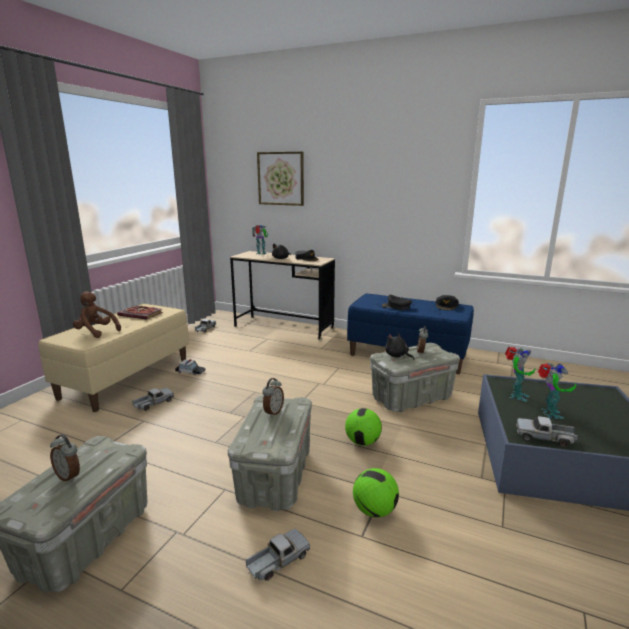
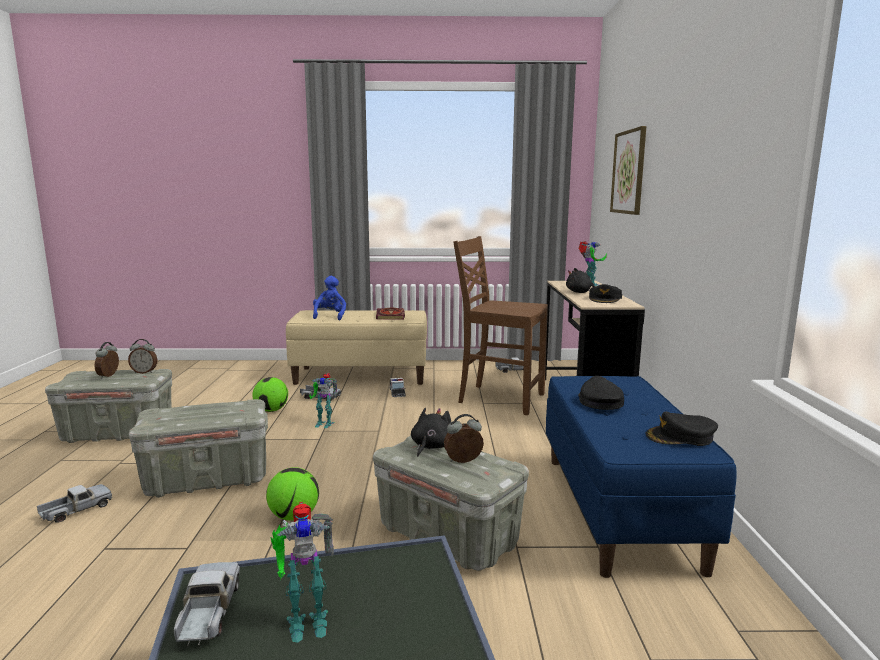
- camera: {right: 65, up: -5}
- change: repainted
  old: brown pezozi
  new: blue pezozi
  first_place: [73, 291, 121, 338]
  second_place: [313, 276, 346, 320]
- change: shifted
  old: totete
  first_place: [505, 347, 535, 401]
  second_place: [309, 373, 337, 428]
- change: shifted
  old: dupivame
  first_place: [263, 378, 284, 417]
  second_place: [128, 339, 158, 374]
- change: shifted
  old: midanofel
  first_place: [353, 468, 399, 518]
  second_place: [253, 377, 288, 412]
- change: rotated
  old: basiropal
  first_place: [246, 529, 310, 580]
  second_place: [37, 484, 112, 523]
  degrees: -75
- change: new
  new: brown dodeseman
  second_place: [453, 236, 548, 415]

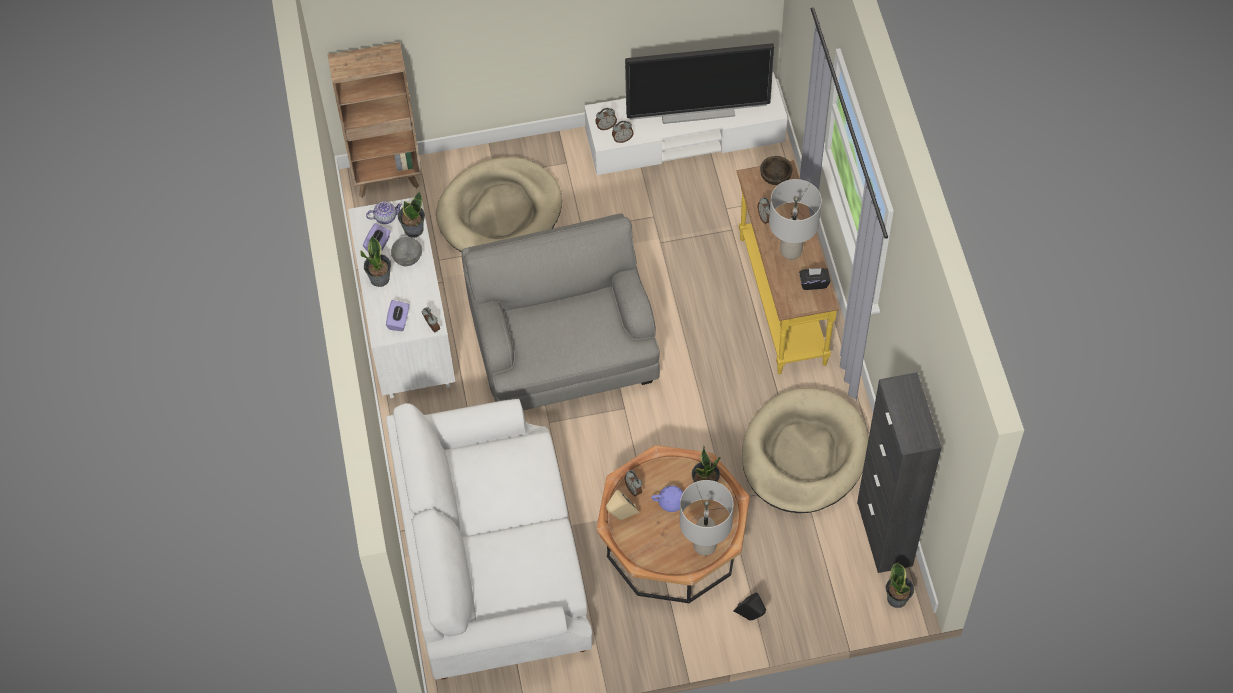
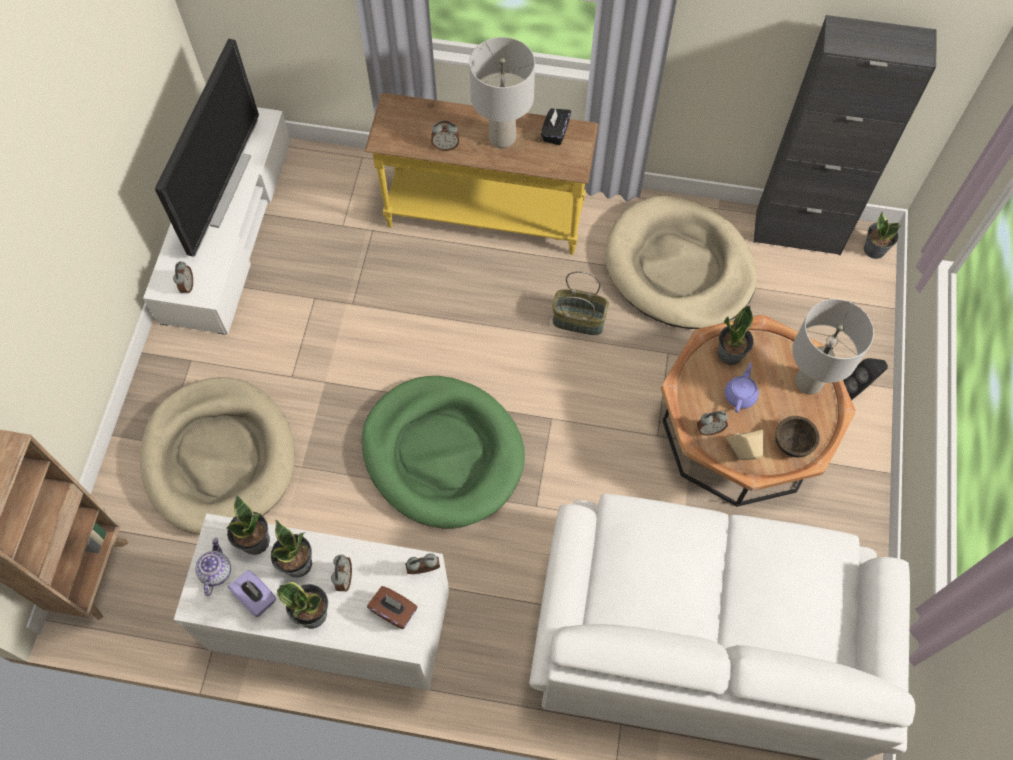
- camera: {right: -70, up: 5}
- change: shifted
  old: dupivame
  first_place: [612, 121, 634, 143]
  second_place: [331, 555, 352, 592]
- change: shifted
  old: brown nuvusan
  first_place: [760, 156, 793, 185]
  second_place: [775, 416, 819, 458]
- change: swapped
  old: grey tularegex
  new: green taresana
  first_place: [462, 213, 660, 410]
  second_place: [362, 376, 525, 528]
- change: swapped
  old: grey nuvusan
  new: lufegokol
  first_place: [391, 237, 422, 266]
  second_place: [271, 520, 312, 578]
- change: repainted
  old: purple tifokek
  new: brown tifokek
  first_place: [386, 300, 409, 331]
  second_place: [367, 586, 417, 629]
- change: new
  new: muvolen
  second_place: [552, 271, 609, 335]

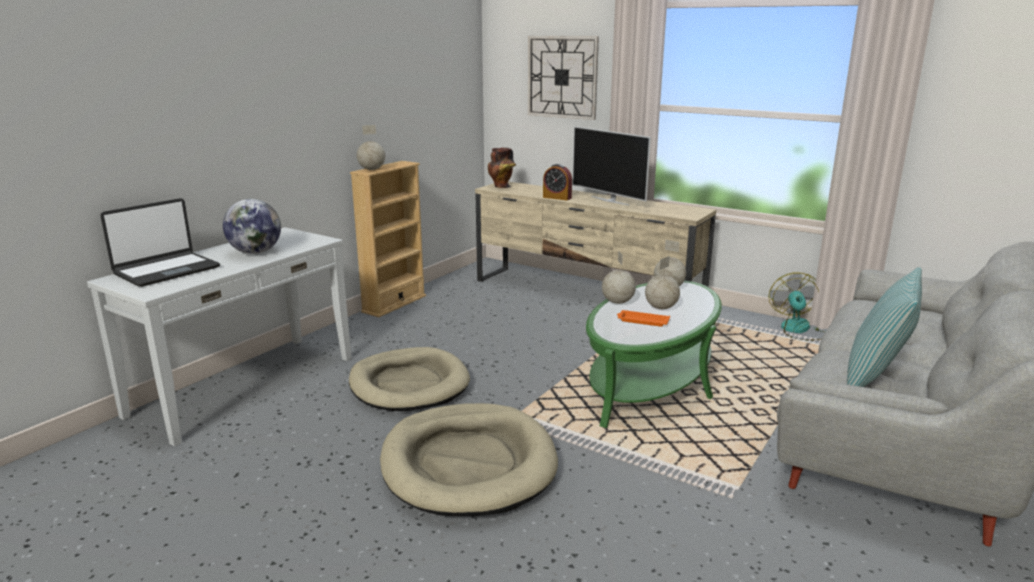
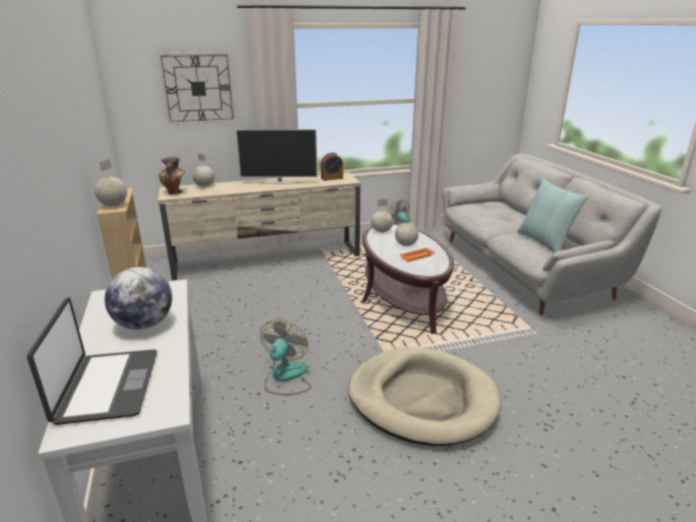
- camera: {right: -50, up: 5}
- change: shifted
  old: dupivame
  first_place: [543, 164, 572, 200]
  second_place: [321, 152, 343, 181]
- change: shifted
  old: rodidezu
  first_place: [602, 251, 636, 304]
  second_place: [193, 153, 215, 187]
- change: repainted
  old: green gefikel
  new: brown gefikel
  first_place: [586, 281, 722, 428]
  second_place: [362, 223, 454, 334]
- change: swapped
  old: beige taresana
  new: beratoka
  first_place: [349, 347, 470, 411]
  second_place: [260, 319, 311, 395]

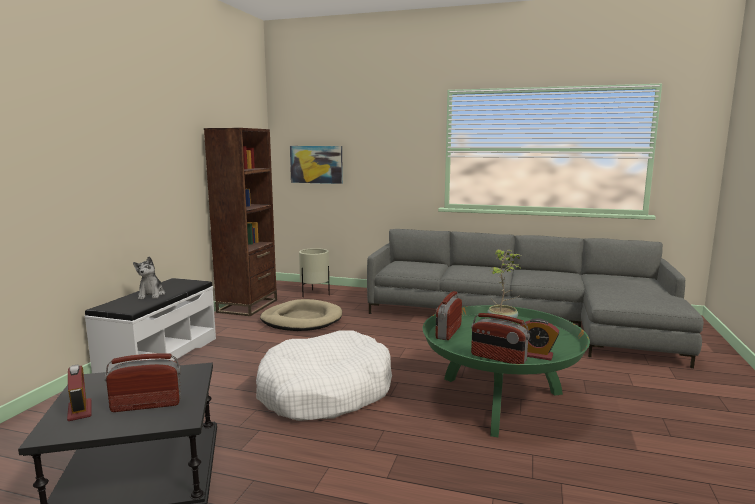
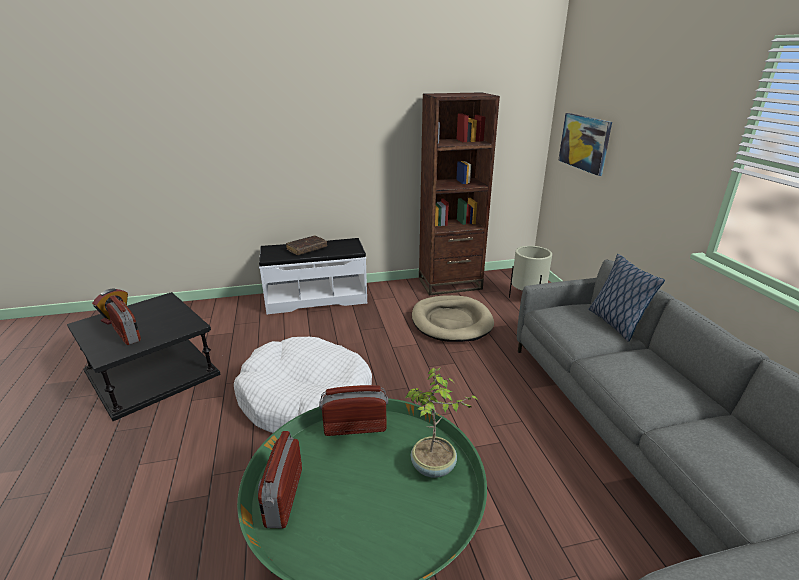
- camera: {right: 60, up: 15}
- change: swapped
  old: pezozi
  new: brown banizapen
  first_place: [133, 256, 165, 299]
  second_place: [286, 236, 327, 255]
- change: gone
  old: dupivame
  first_place: [521, 319, 559, 361]
- change: new
  new: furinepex
  second_place: [588, 254, 665, 342]

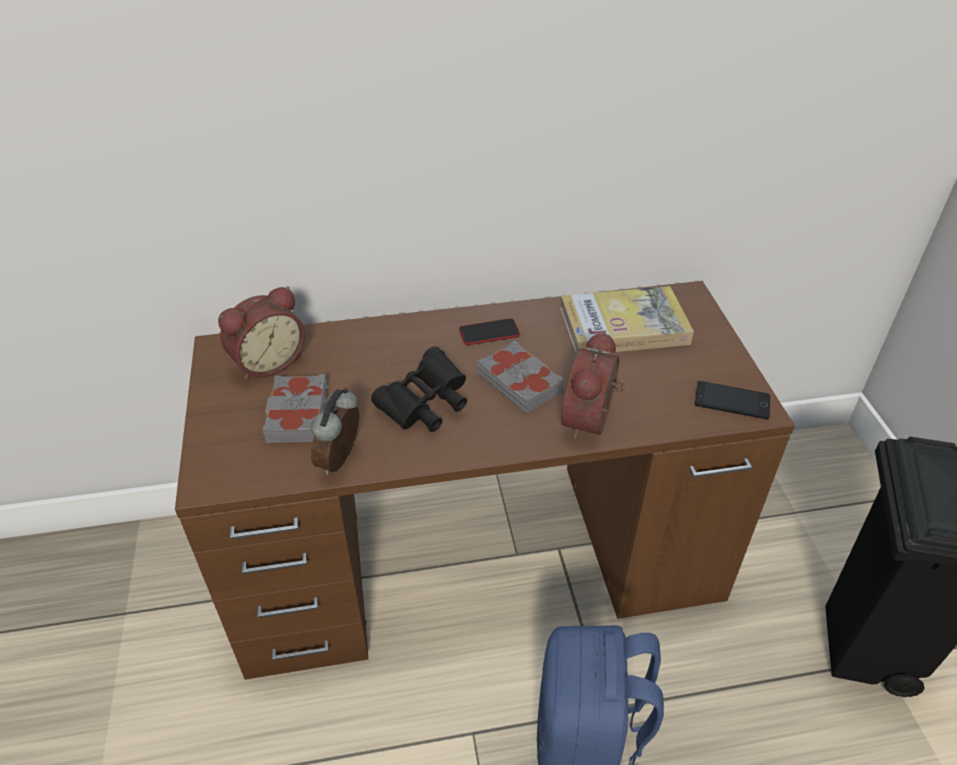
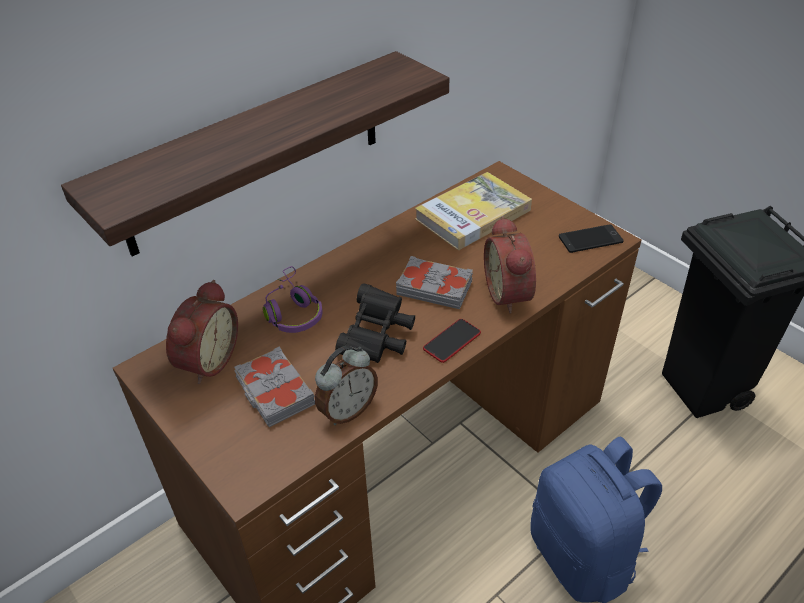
- camera: {right: -30, up: 0}
- change: shifted
  old: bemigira
  first_place: [459, 318, 520, 345]
  second_place: [423, 319, 481, 363]
- change: rotated
  old: dupivame
  first_place: [311, 388, 359, 475]
  second_place: [315, 346, 378, 425]
  degrees: -120
- change: new
  new: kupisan
  second_place: [61, 51, 449, 256]
- change: new
  new: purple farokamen
  second_place: [263, 266, 323, 333]

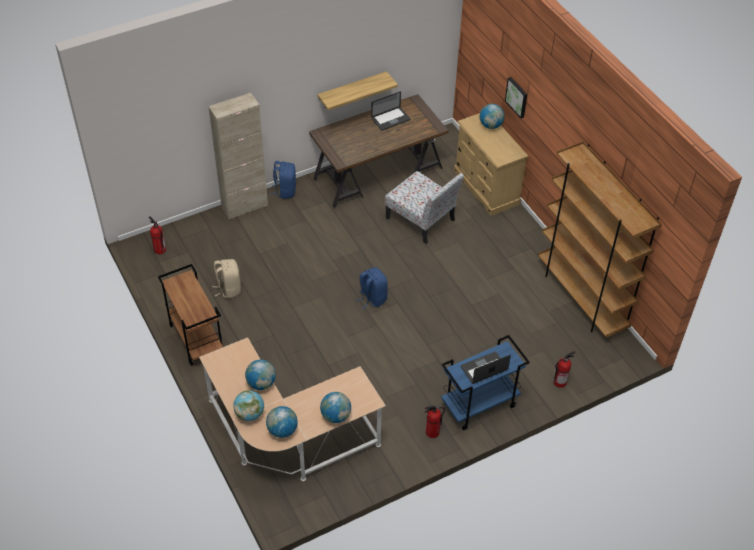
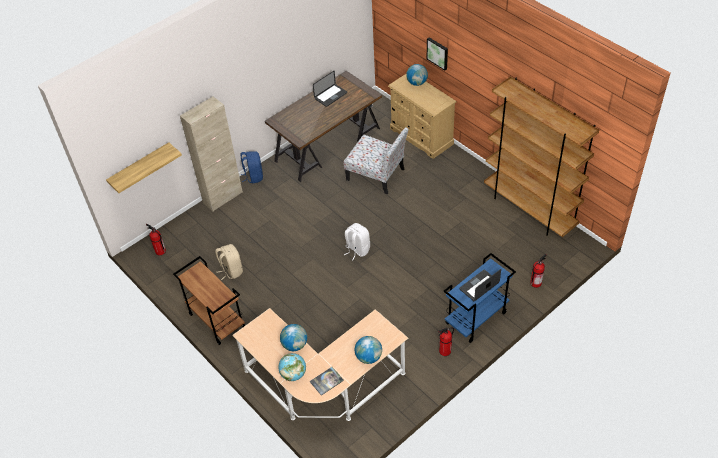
- camera: {right: -10, up: 0}
- change: shifted
  old: kupisan
  first_place: [317, 71, 398, 110]
  second_place: [106, 142, 182, 193]
- change: repainted
  old: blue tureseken
  new: white tureseken
  first_place: [356, 267, 388, 308]
  second_place: [344, 223, 370, 260]
- change: swapped
  old: rodidezu
  new: banizapen
  first_place: [266, 406, 298, 438]
  second_place: [310, 367, 344, 396]

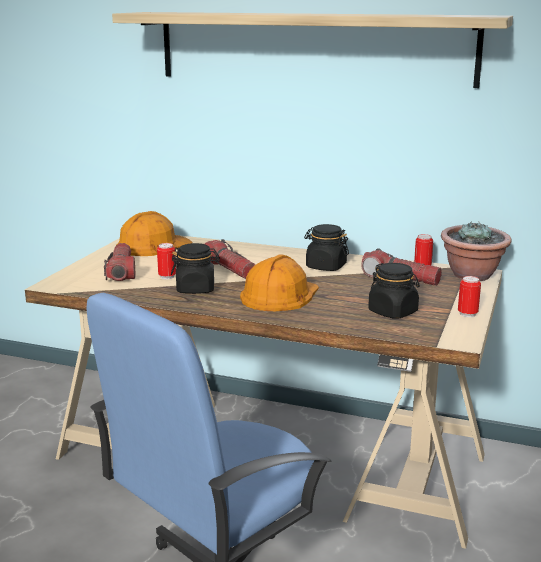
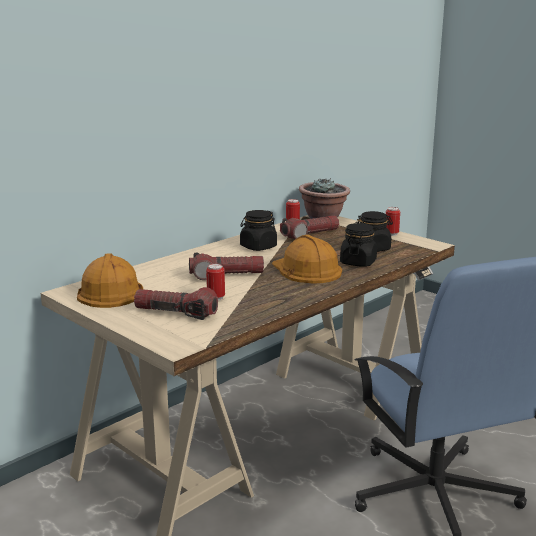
- camera: {right: -65, up: 0}
- change: gone
  old: kupisan
  first_place: [112, 12, 513, 88]
- change: shifted
  old: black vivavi
  first_place: [171, 243, 220, 294]
  second_place: [340, 223, 377, 267]

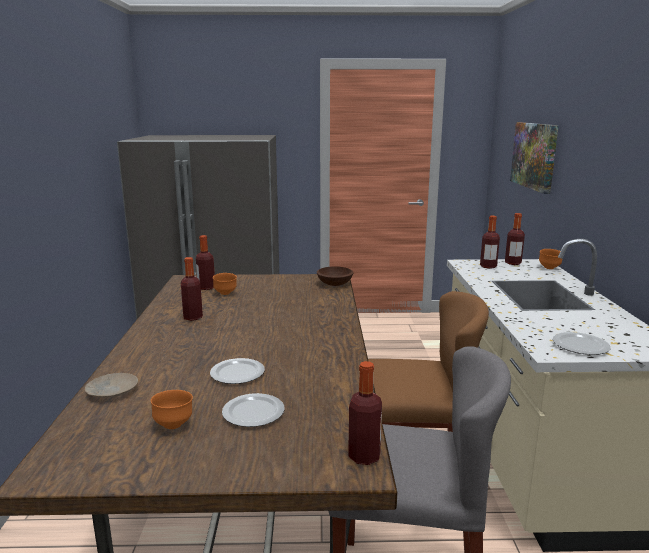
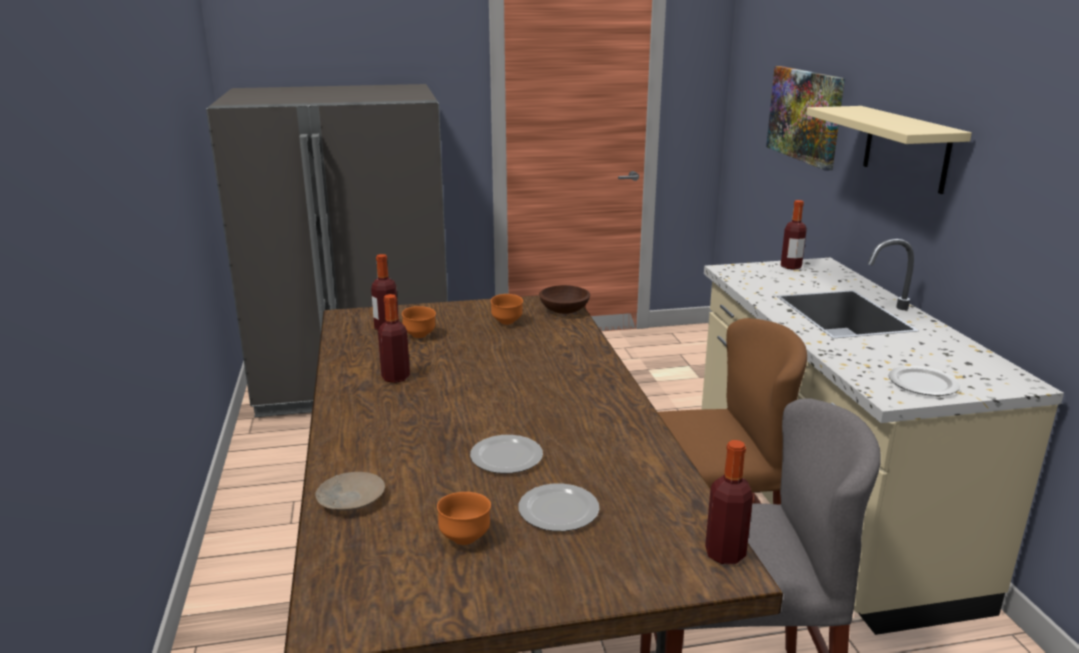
- camera: {right: -10, up: 5}
- change: gone
  old: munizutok
  first_place: [480, 216, 500, 269]
- change: shifted
  old: orange nuvusan
  first_place: [539, 249, 562, 269]
  second_place: [491, 294, 523, 325]
- change: new
  new: beige kupisan
  second_place: [806, 106, 972, 194]

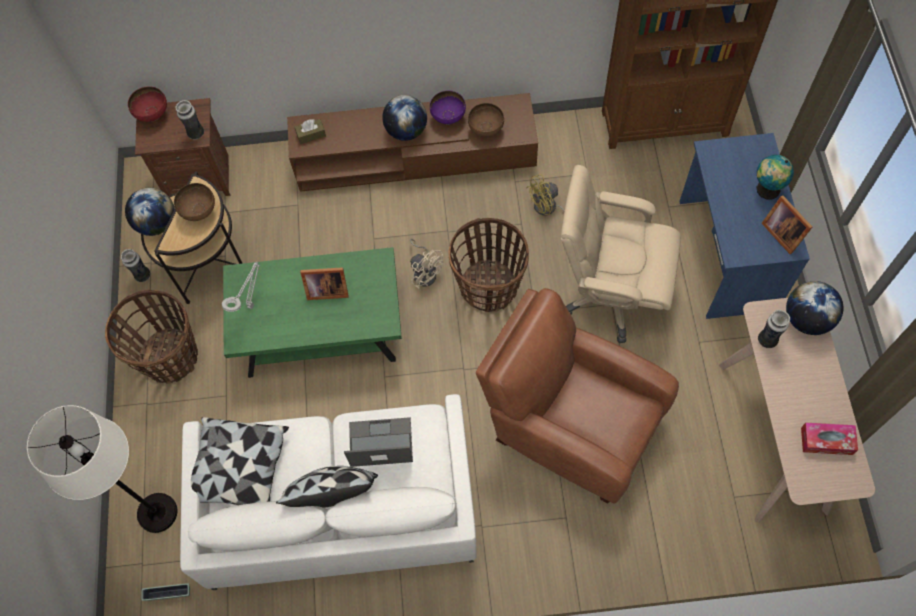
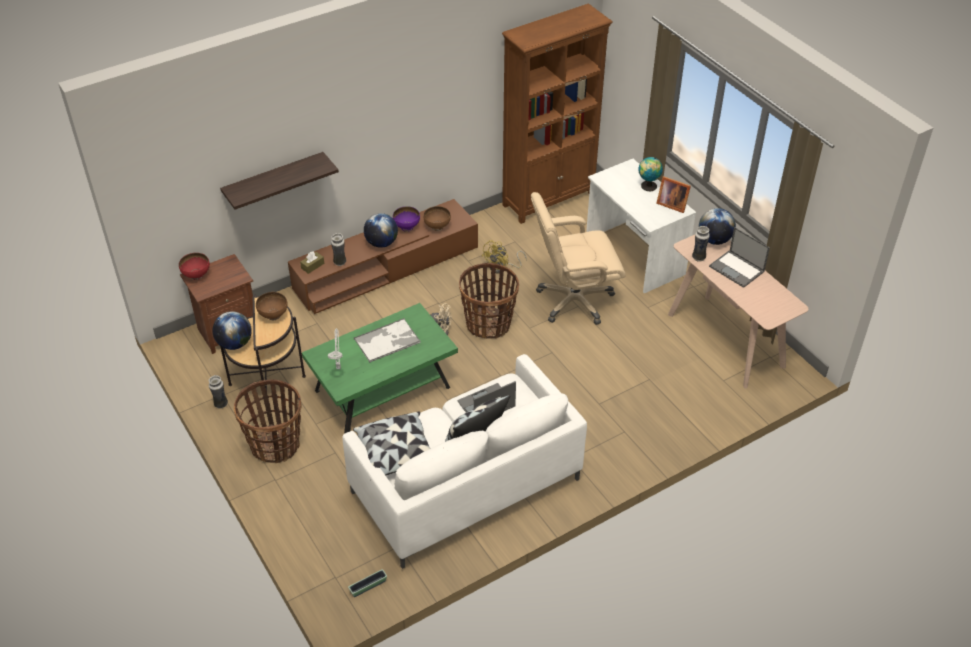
- camera: {right: -30, up: -20}
- change: shifted
  old: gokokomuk
  first_place: [175, 100, 204, 139]
  second_place: [331, 233, 346, 266]
- change: repainted
  old: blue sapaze
  new: white sapaze
  first_place: [679, 133, 810, 319]
  second_place: [586, 159, 696, 294]
- change: swapped
  old: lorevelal
  new: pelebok
  first_place: [300, 267, 349, 300]
  second_place: [354, 318, 421, 363]
- change: gone
  old: brown tularegex
  first_place: [476, 288, 679, 503]
- change: gone
  old: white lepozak
  first_place: [27, 405, 177, 533]
- change: gone
  old: tifokek
  first_place: [801, 423, 858, 455]
- change: new
  new: kupisan
  second_place: [220, 152, 339, 210]
- change: new
  new: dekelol
  second_place: [709, 227, 770, 288]

